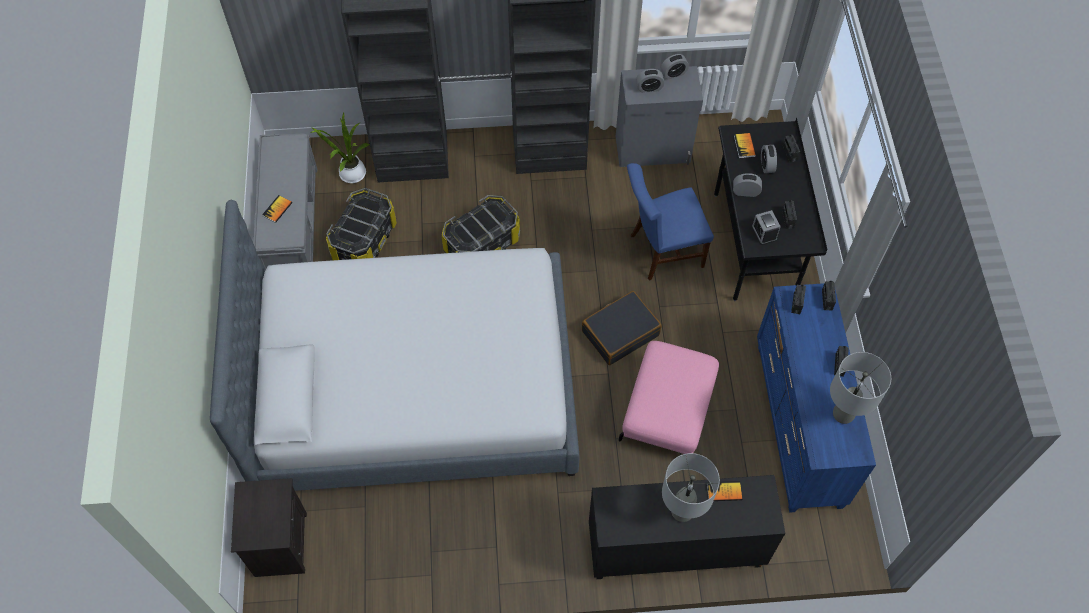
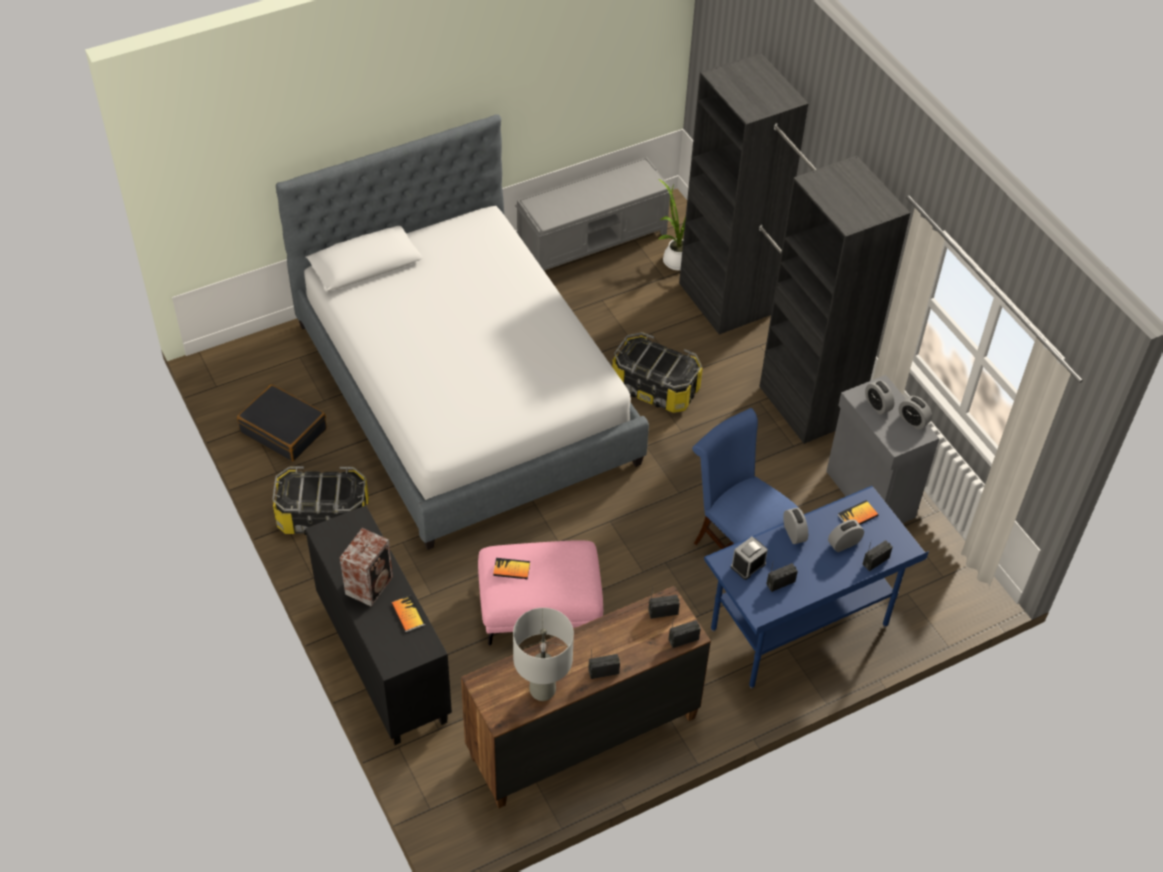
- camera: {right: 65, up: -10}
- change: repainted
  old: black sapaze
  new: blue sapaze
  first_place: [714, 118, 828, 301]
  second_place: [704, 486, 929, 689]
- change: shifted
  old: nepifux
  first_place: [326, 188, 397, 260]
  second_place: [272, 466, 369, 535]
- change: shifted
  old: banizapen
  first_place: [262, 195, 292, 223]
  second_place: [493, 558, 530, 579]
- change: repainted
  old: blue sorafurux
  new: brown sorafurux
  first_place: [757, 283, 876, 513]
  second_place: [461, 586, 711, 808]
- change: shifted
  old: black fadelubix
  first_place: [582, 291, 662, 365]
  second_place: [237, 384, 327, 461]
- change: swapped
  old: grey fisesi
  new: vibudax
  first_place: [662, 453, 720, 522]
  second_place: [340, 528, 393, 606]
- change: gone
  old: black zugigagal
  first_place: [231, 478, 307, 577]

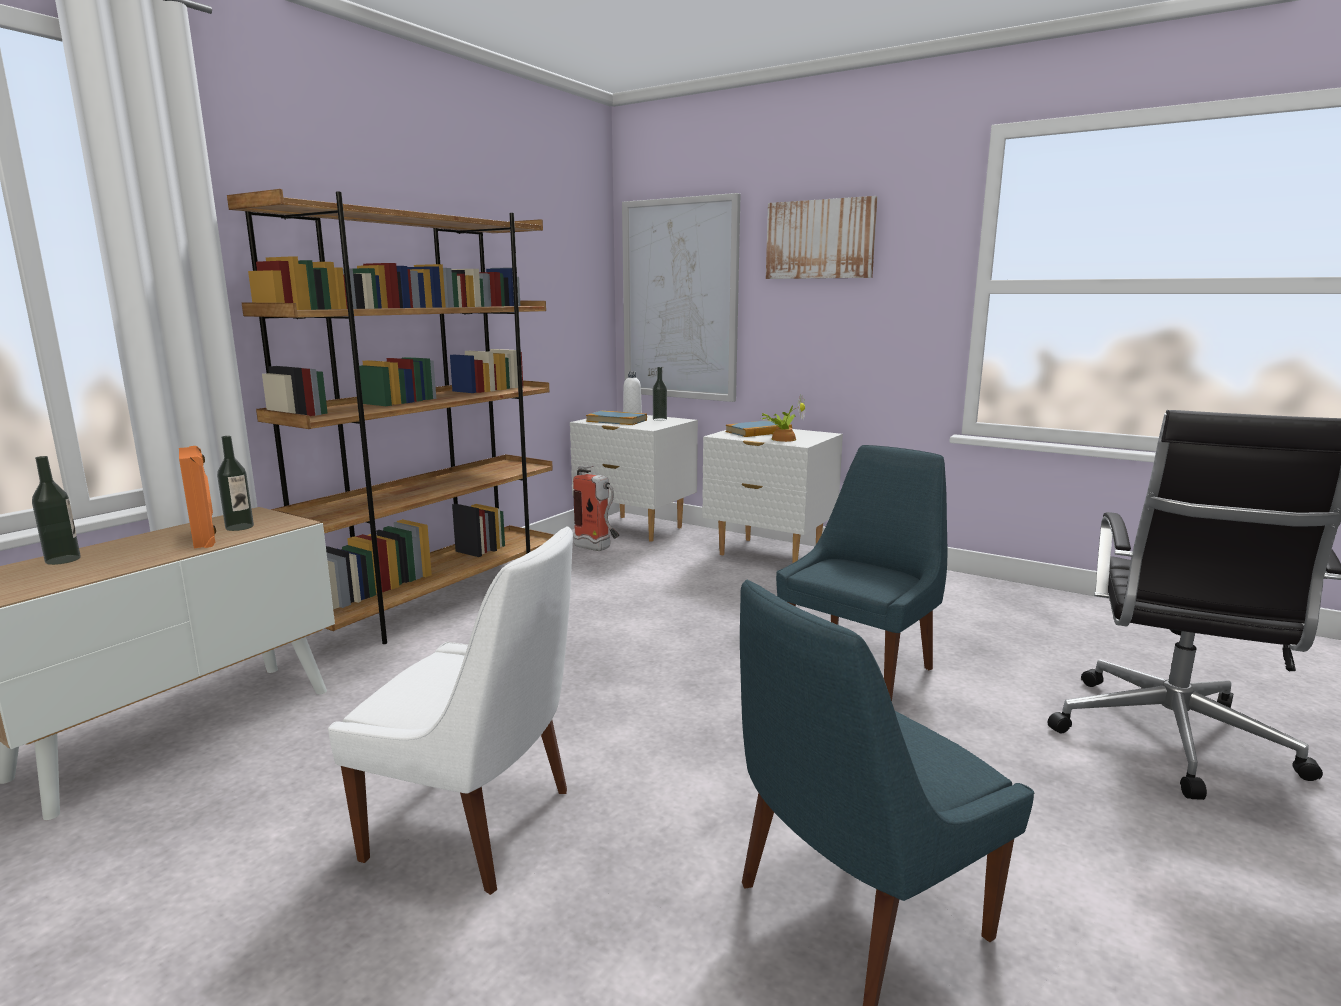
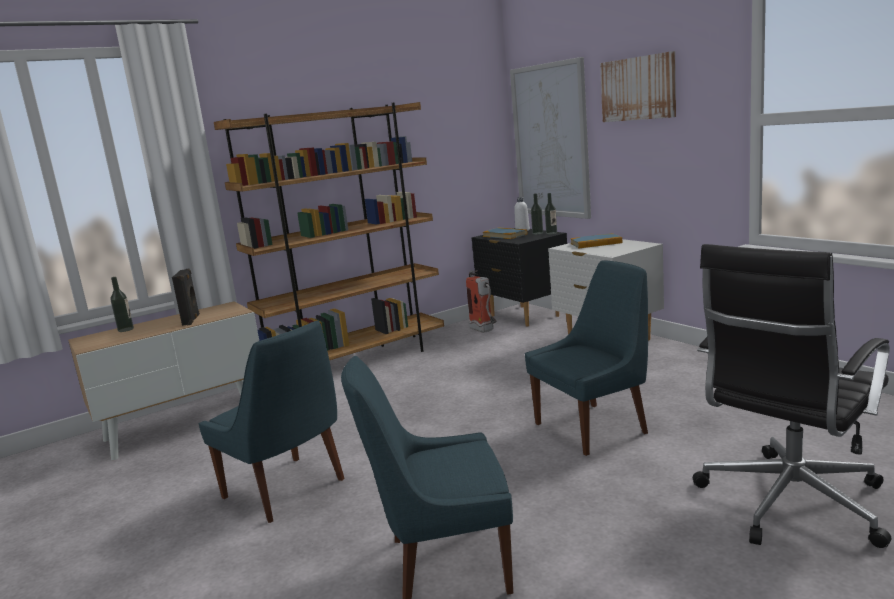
- camera: {right: 25, up: 0}
- change: gone
  old: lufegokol
  first_place: [760, 394, 806, 442]
- change: repainted
  old: white zugigagal
  new: black zugigagal
  first_place: [570, 415, 698, 542]
  second_place: [471, 228, 567, 327]
- change: shifted
  old: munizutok
  first_place: [217, 436, 254, 531]
  second_place: [545, 193, 557, 235]
- change: repainted
  old: orange vibudax
  new: black vibudax
  first_place: [179, 446, 216, 548]
  second_place: [172, 269, 200, 326]
- change: repainted
  old: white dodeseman
  new: blue dodeseman
  first_place: [328, 526, 573, 895]
  second_place: [199, 320, 345, 523]

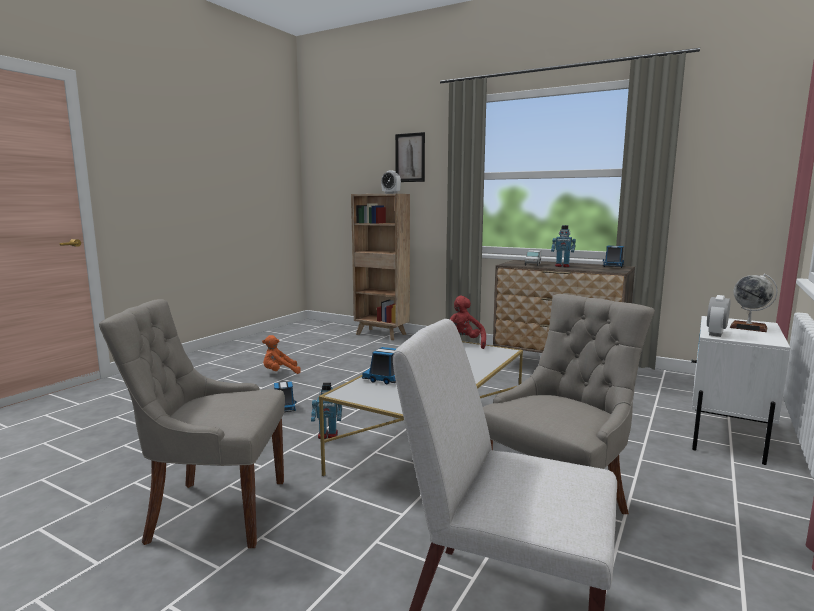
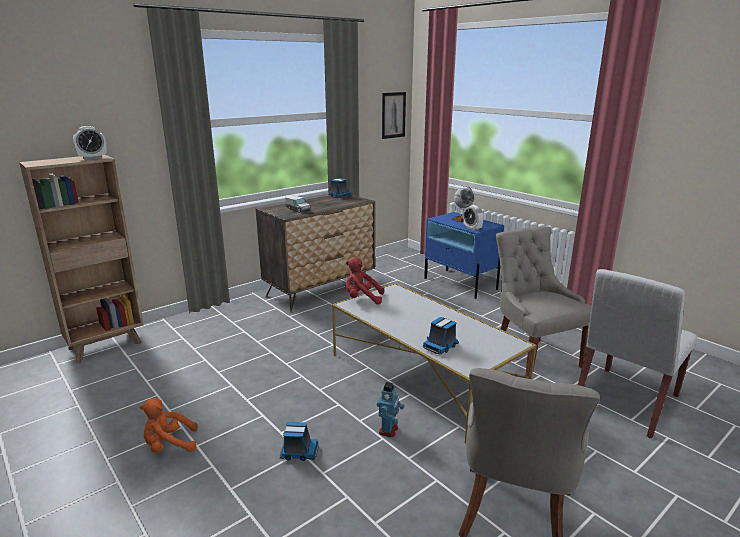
- camera: {right: -70, up: 10}
- change: shifted
  old: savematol
  first_place: [395, 132, 425, 182]
  second_place: [382, 92, 406, 139]
- change: gone
  old: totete
  first_place: [551, 225, 576, 267]
- change: repainted
  old: white zugigagal
  new: blue zugigagal
  first_place: [691, 316, 790, 465]
  second_place: [424, 212, 504, 299]
- change: rotated
  old: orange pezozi
  first_place: [262, 335, 301, 374]
  second_place: [140, 398, 197, 453]
  degrees: 75

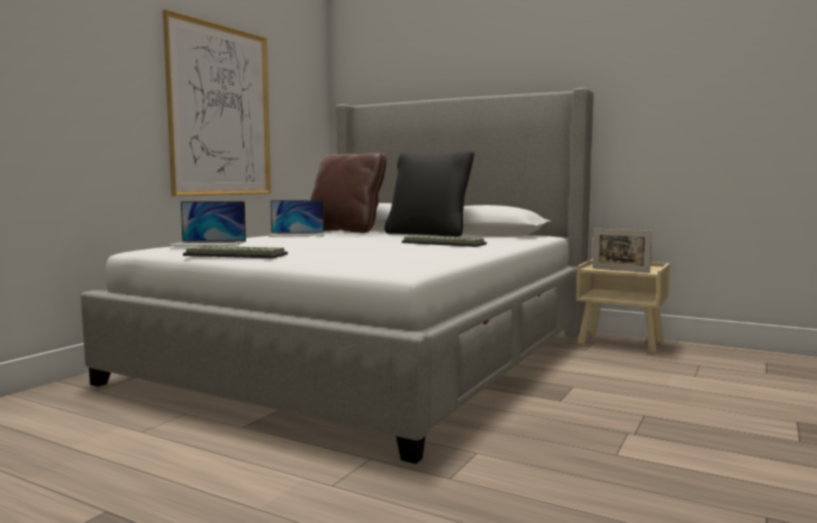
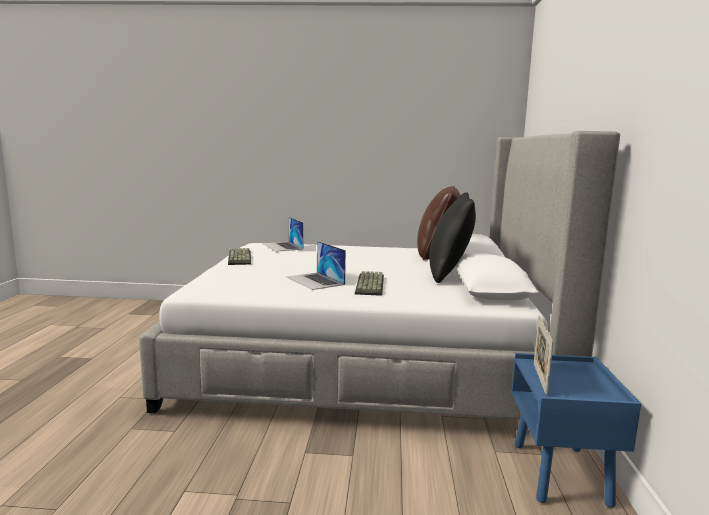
- camera: {right: 65, up: 5}
- change: gone
  old: savematol
  first_place: [163, 9, 271, 196]
- change: shifted
  old: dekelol
  first_place: [269, 200, 324, 236]
  second_place: [287, 241, 346, 290]
- change: repainted
  old: beige zugigagal
  new: blue zugigagal
  first_place: [576, 259, 670, 354]
  second_place: [511, 353, 641, 508]

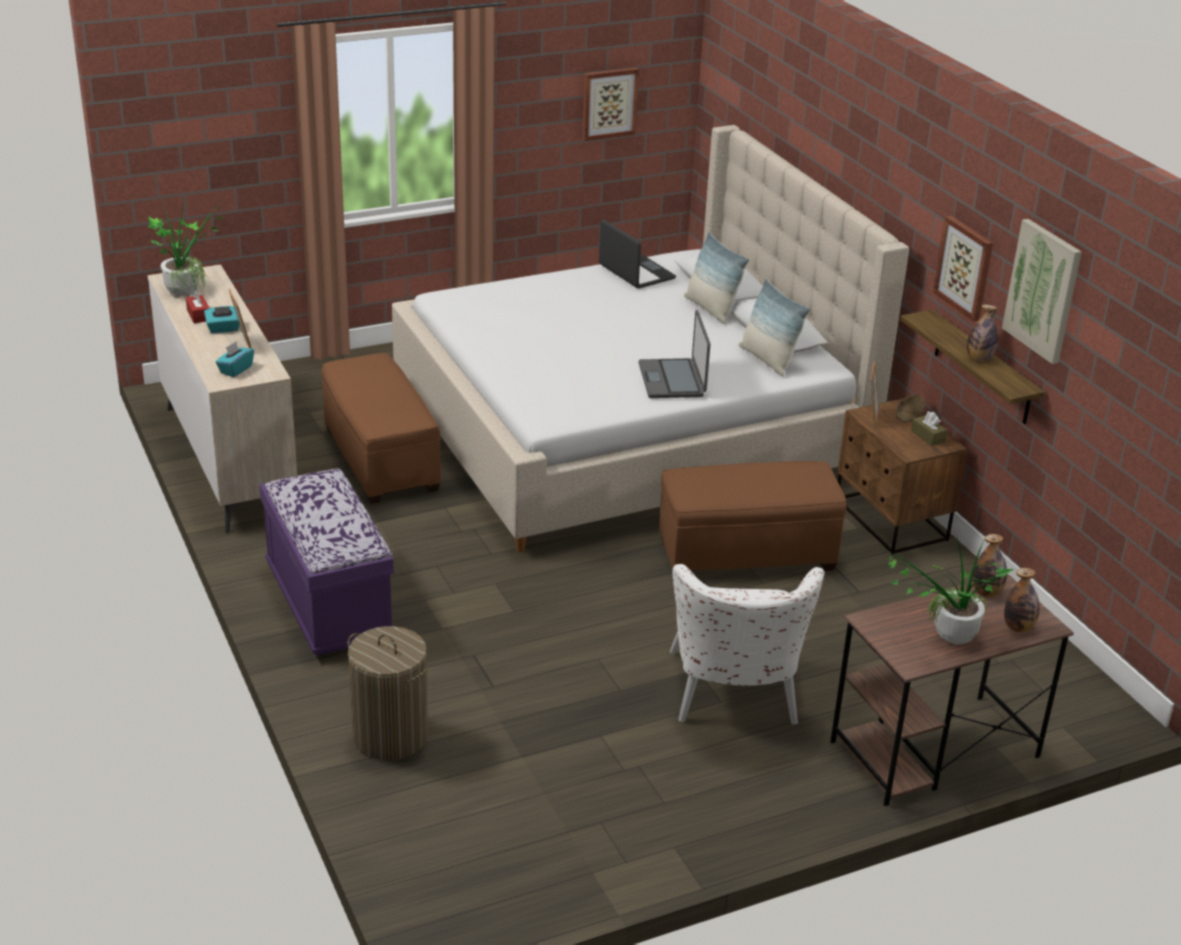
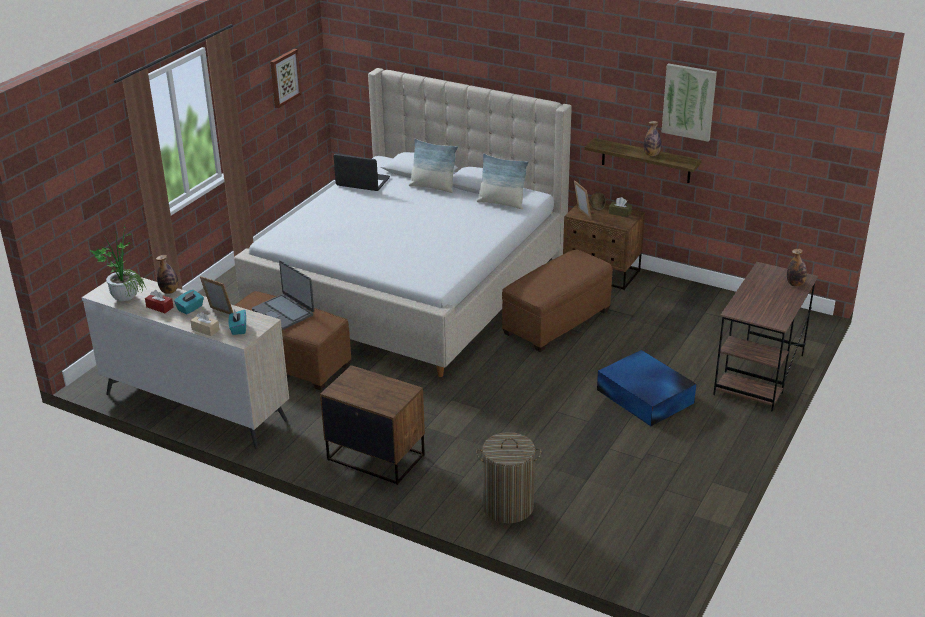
- camera: {right: -35, up: 0}
- change: gone
  old: savematol
  first_place: [933, 216, 993, 322]
- change: shifted
  old: dekelol
  first_place: [639, 310, 710, 398]
  second_place: [252, 260, 314, 330]
- change: swapped
  old: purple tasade
  new: brown zugigagal
  first_place: [259, 469, 394, 656]
  second_place: [320, 365, 425, 485]
- change: shifted
  old: munizutok
  first_place: [973, 534, 1007, 597]
  second_place: [156, 255, 178, 294]
- change: gone
  old: lufegokol
  first_place: [888, 538, 1014, 645]
- change: swapped
  old: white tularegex
  new: blue nepifux
  first_place: [670, 564, 825, 724]
  second_place: [597, 350, 696, 426]
- change: new
  new: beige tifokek
  second_place: [190, 312, 220, 336]

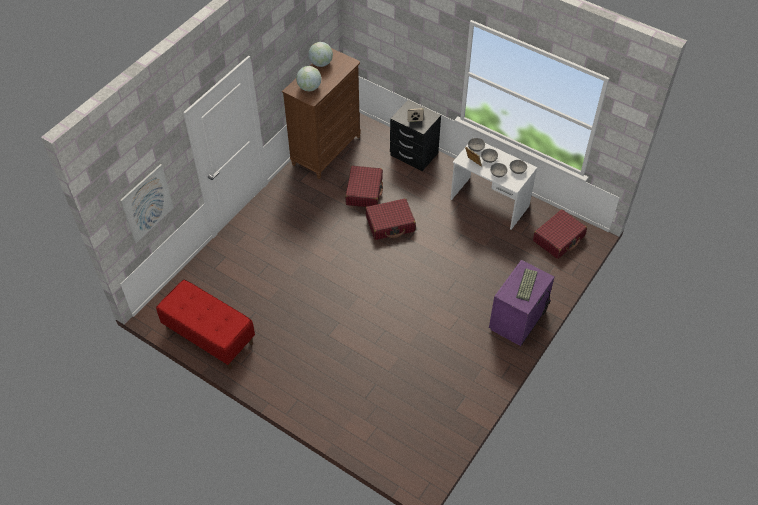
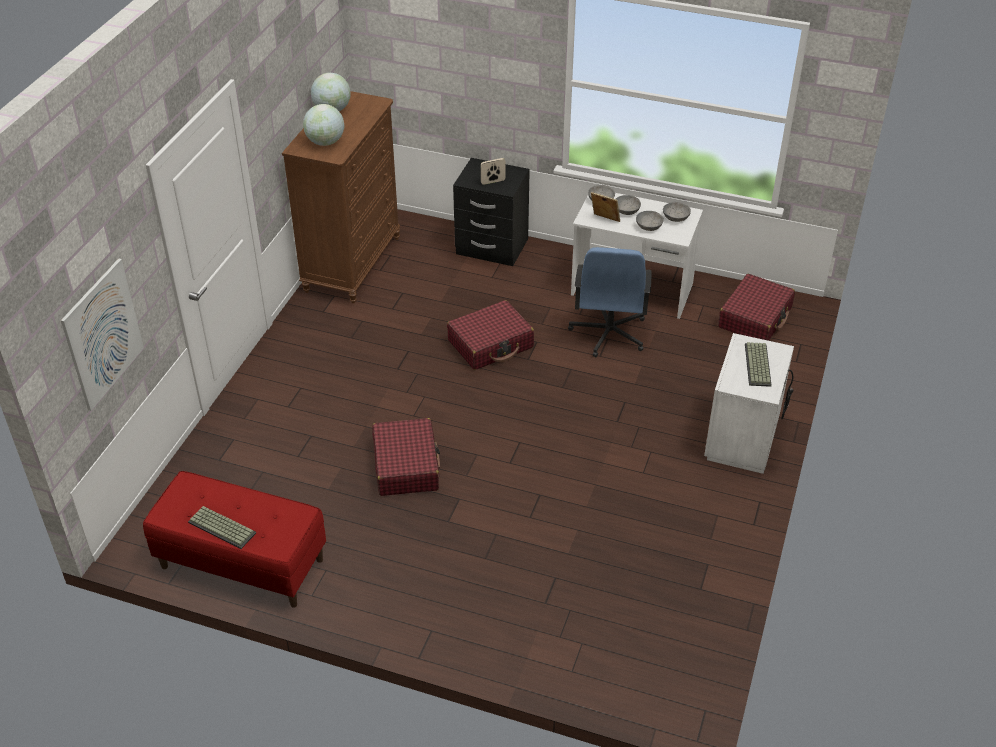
- camera: {right: -15, up: -10}
- change: shifted
  old: red fadelubix
  first_place: [345, 166, 383, 207]
  second_place: [372, 418, 440, 496]
- change: repainted
  old: purple zugigagal
  new: white zugigagal
  first_place: [489, 260, 555, 346]
  second_place: [704, 333, 794, 474]
- change: new
  new: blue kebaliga
  second_place: [568, 247, 652, 357]
- change: new
  new: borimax
  second_place: [188, 506, 256, 549]

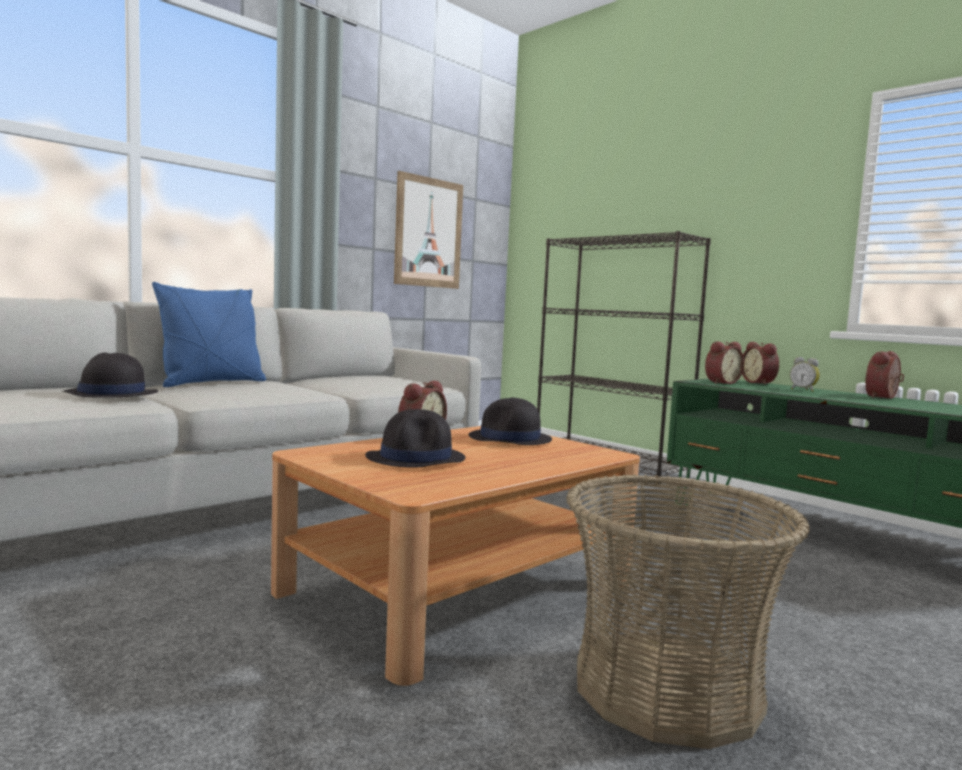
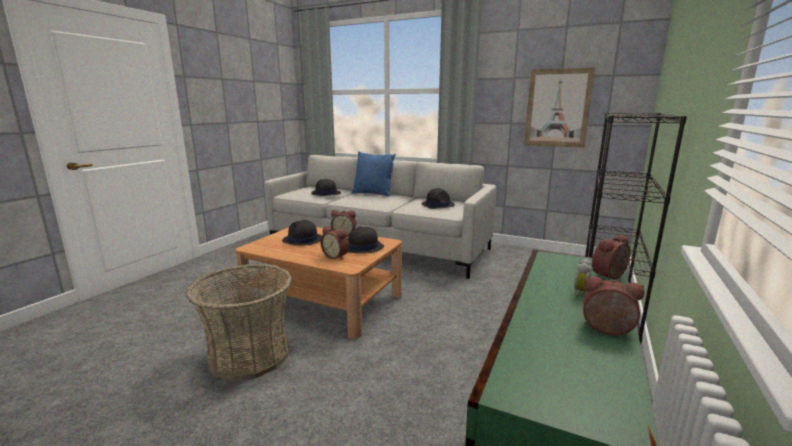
- camera: {right: 70, up: 10}
- change: shifted
  old: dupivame
  first_place: [705, 341, 744, 384]
  second_place: [320, 226, 349, 260]
- change: new
  new: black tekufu
  second_place: [422, 188, 455, 209]

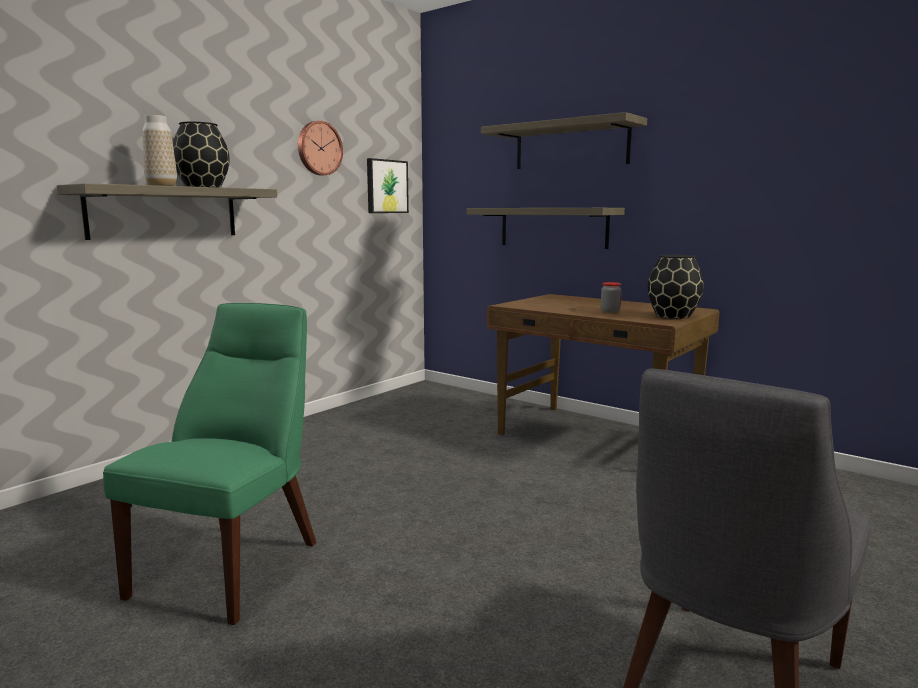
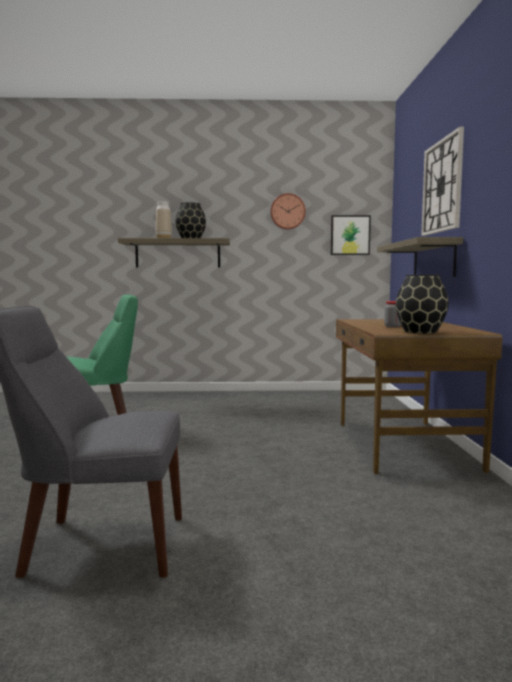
- camera: {right: 50, up: -5}
- change: swapped
  old: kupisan
  new: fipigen
  first_place: [481, 112, 647, 169]
  second_place: [421, 127, 464, 236]

